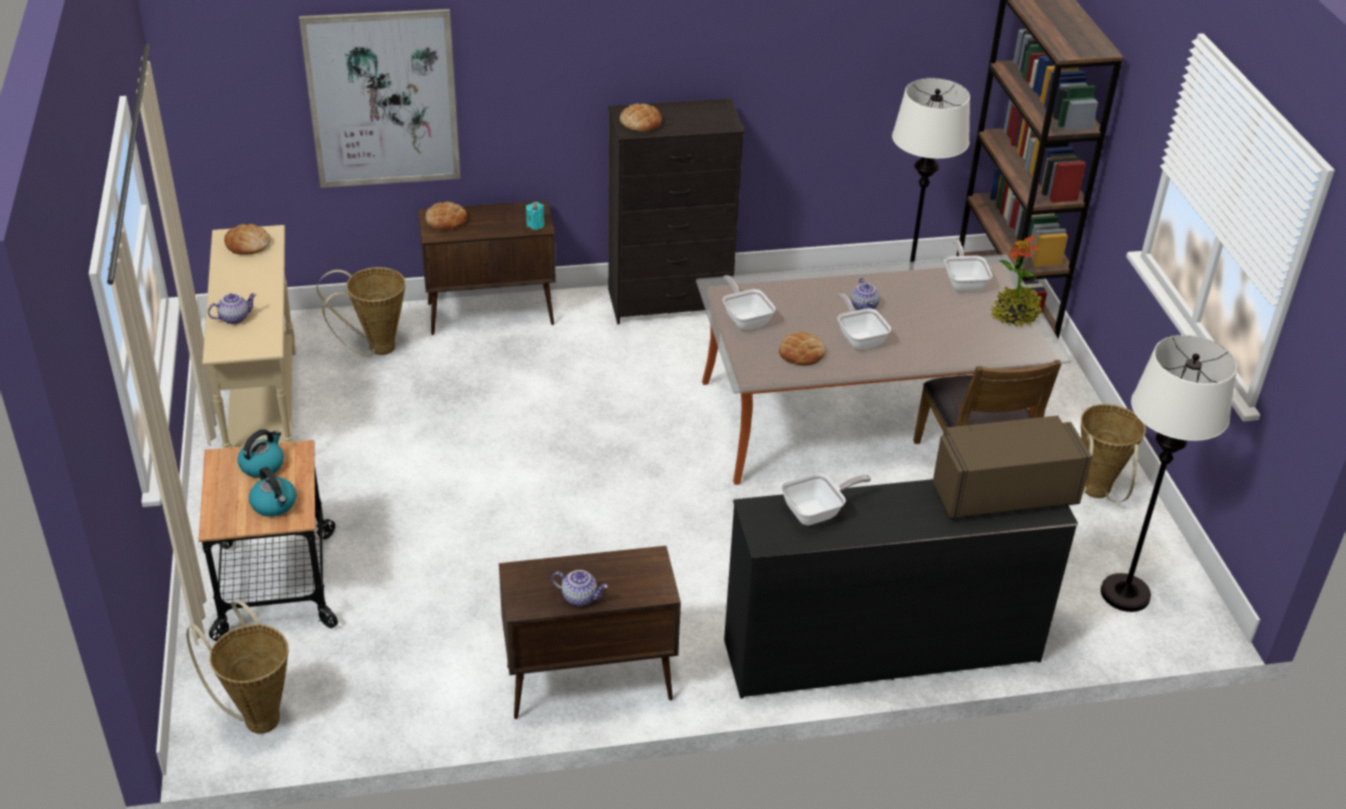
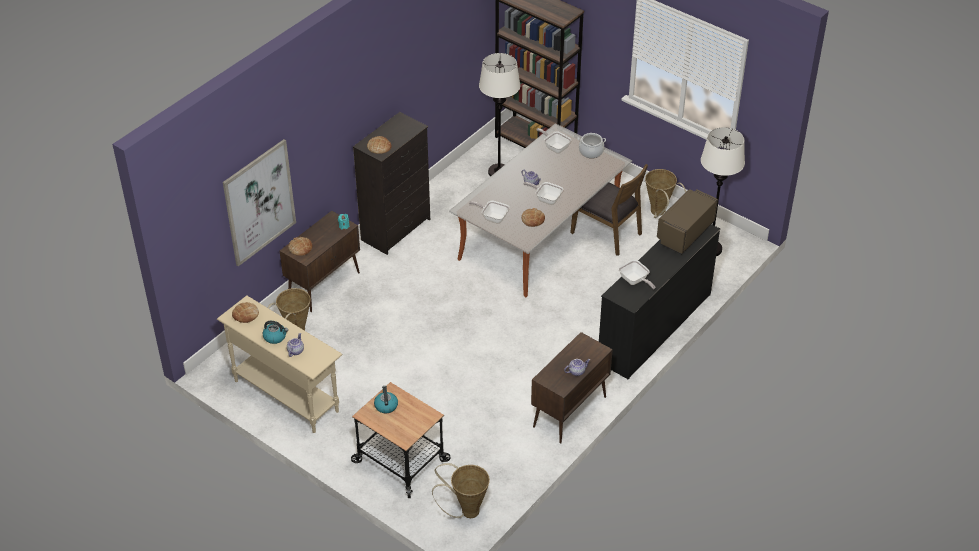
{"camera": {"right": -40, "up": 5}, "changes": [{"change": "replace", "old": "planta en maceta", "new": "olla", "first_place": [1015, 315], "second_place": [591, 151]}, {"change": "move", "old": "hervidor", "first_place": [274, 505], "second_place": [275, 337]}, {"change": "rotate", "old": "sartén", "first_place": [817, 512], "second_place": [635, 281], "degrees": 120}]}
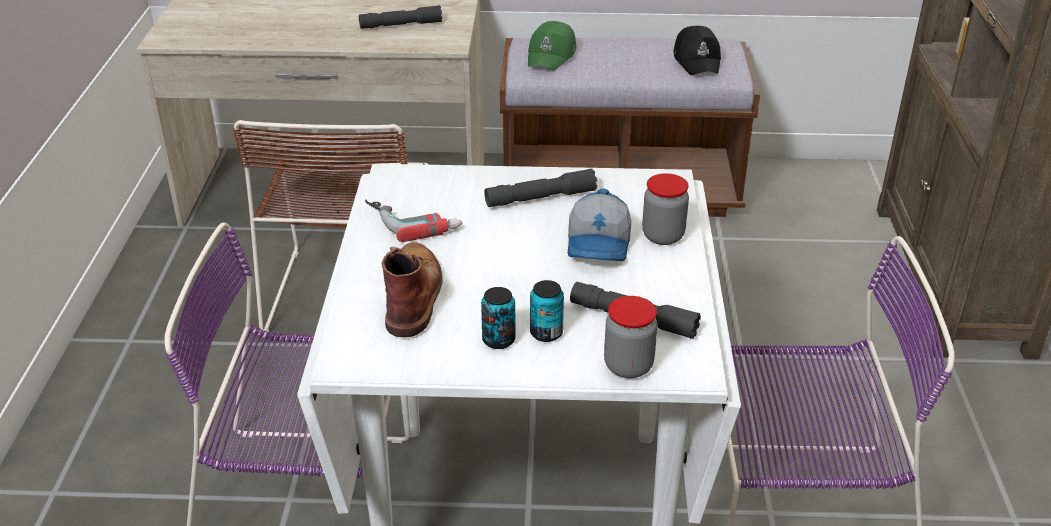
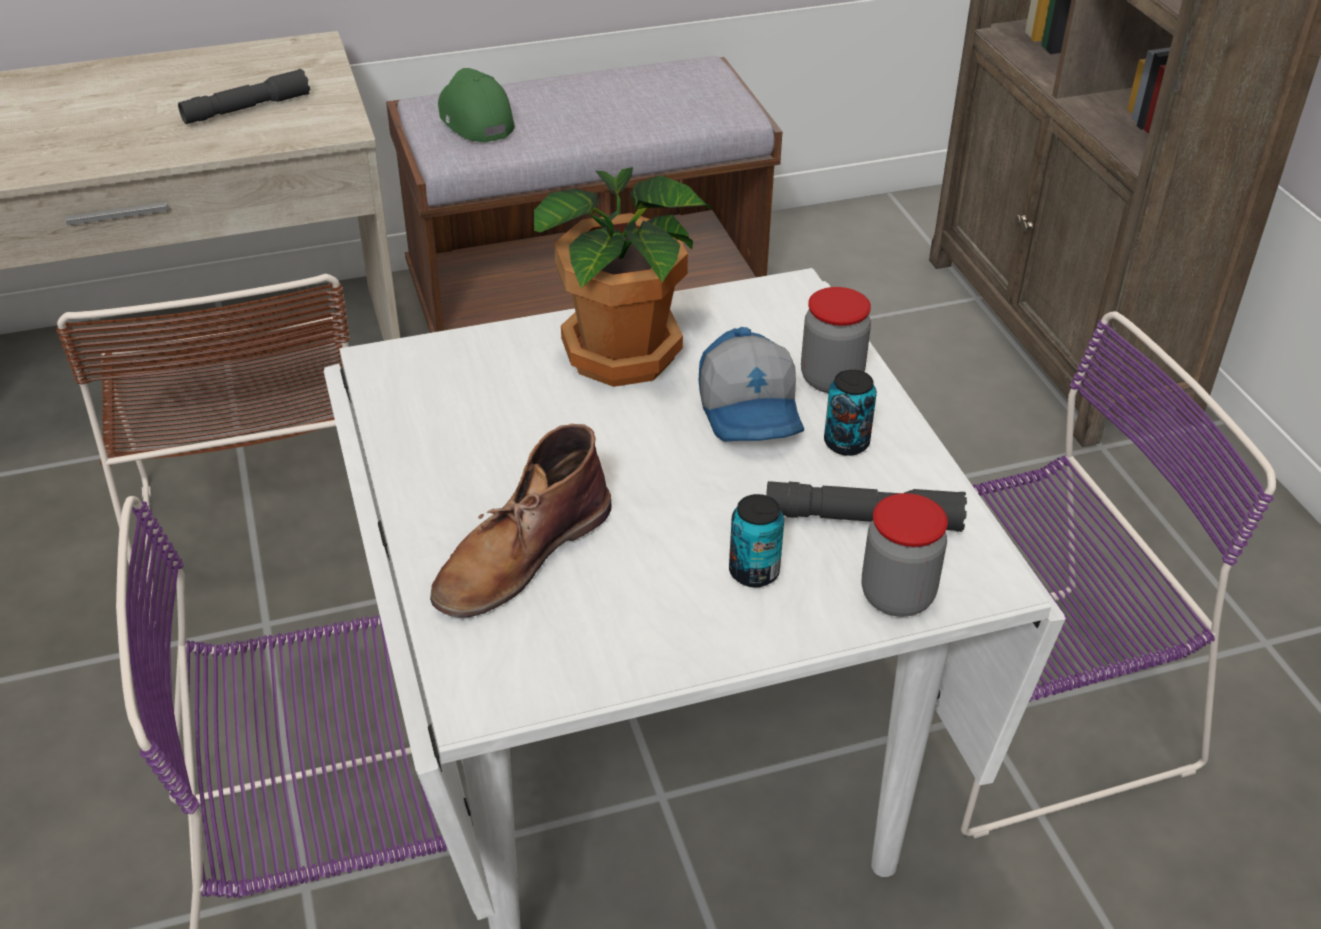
{"camera": {"right": -20, "up": 5}, "changes": [{"change": "rotate", "old": "gorra/verde", "first_place": [552, 55], "second_place": [473, 119], "degrees": 150}, {"change": "delete", "old": "gorra/negro", "first_place": [697, 60]}, {"change": "replace", "old": "linterna/gris", "new": "planta en maceta", "first_place": [540, 198], "second_place": [626, 355]}, {"change": "delete", "old": "taladro", "first_place": [414, 219]}, {"change": "rotate", "old": "bota/marrón", "first_place": [413, 293], "second_place": [520, 554], "degrees": -120}, {"change": "move", "old": "lata", "first_place": [498, 340], "second_place": [846, 443]}]}
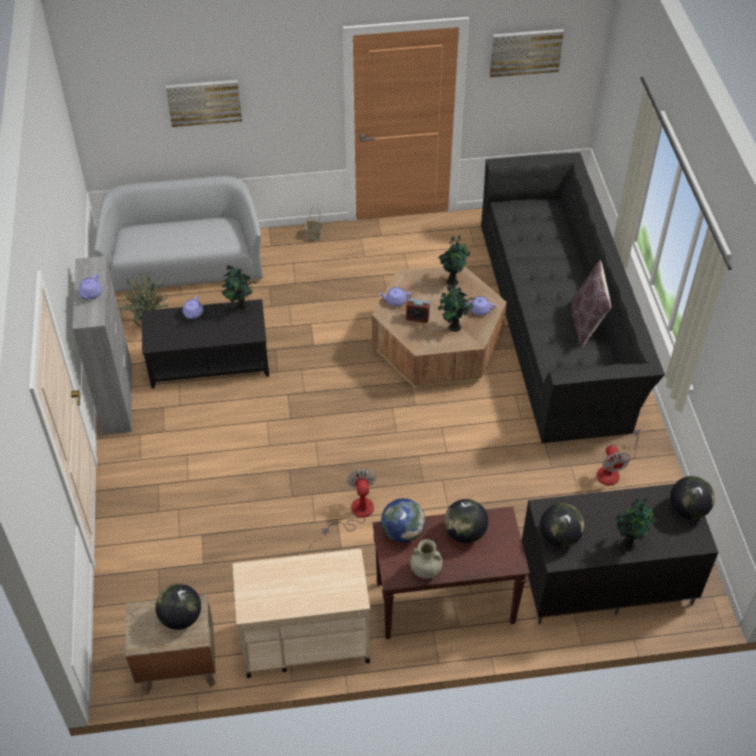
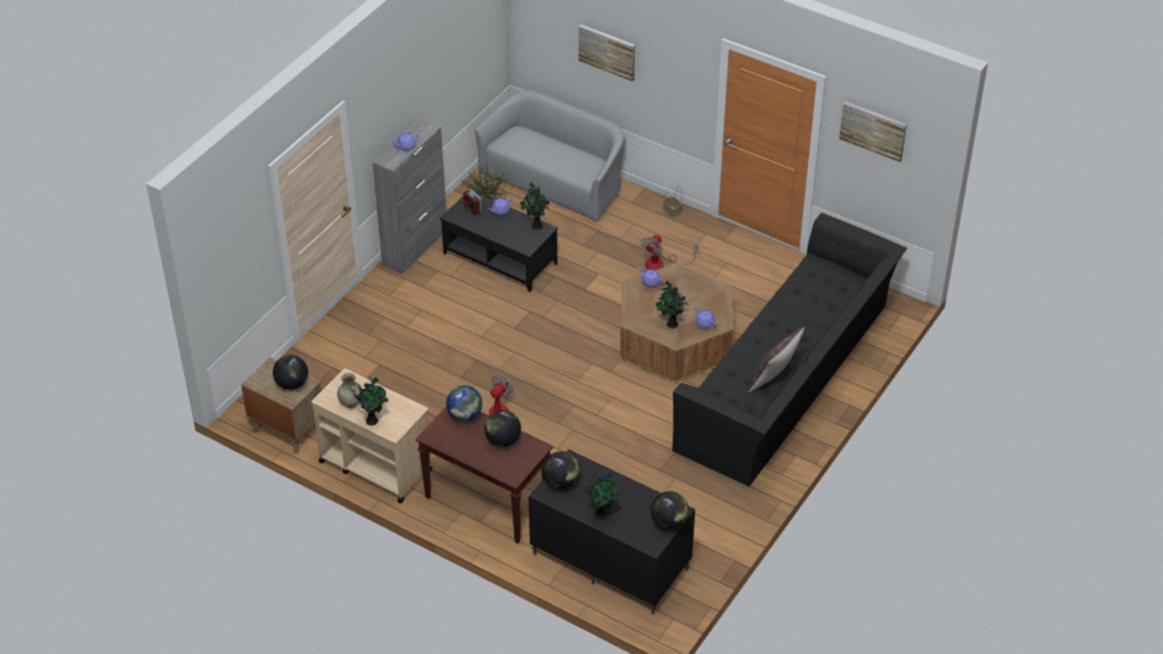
{"camera": {"right": 40, "up": -5}, "changes": [{"change": "move", "old": "planta en maceta", "first_place": [452, 281], "second_place": [373, 420]}, {"change": "move", "old": "despertador", "first_place": [417, 318], "second_place": [473, 209]}, {"change": "move", "old": "ventilador", "first_place": [612, 470], "second_place": [661, 263]}, {"change": "move", "old": "florero/beis", "first_place": [425, 570], "second_place": [351, 402]}]}
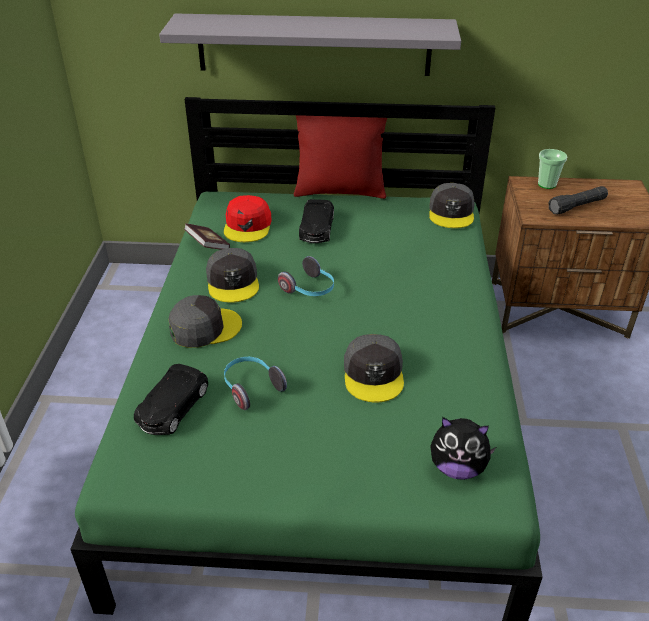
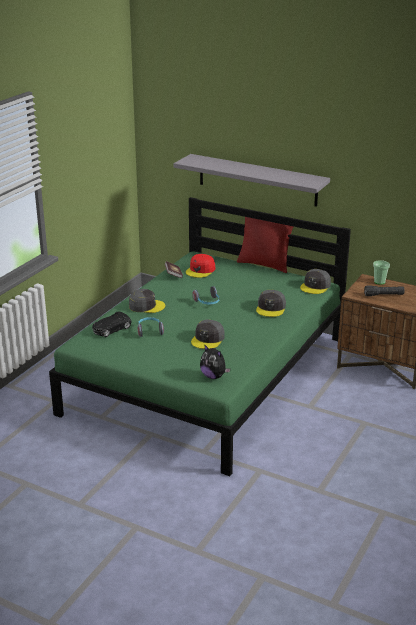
{"camera": {"right": 25, "up": -10}, "changes": [{"change": "delete", "old": "coche de juguete/negro", "first_place": [316, 229]}, {"change": "move", "old": "gorra/gris", "first_place": [233, 282], "second_place": [271, 308]}]}
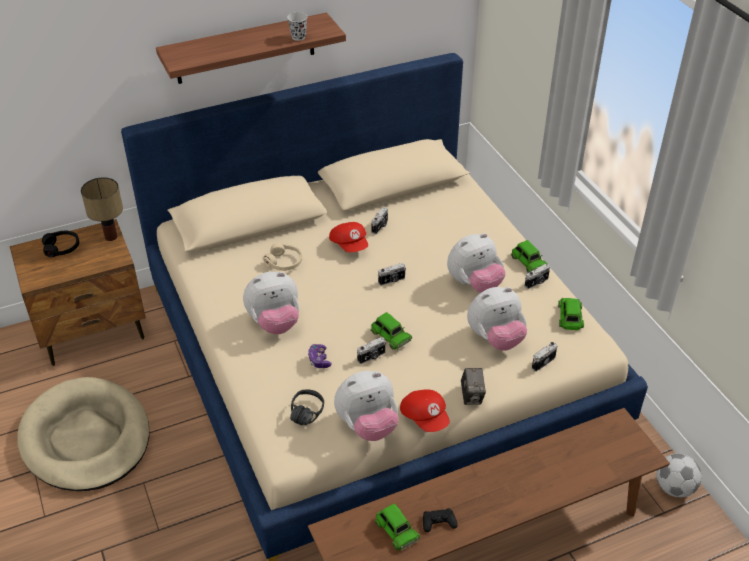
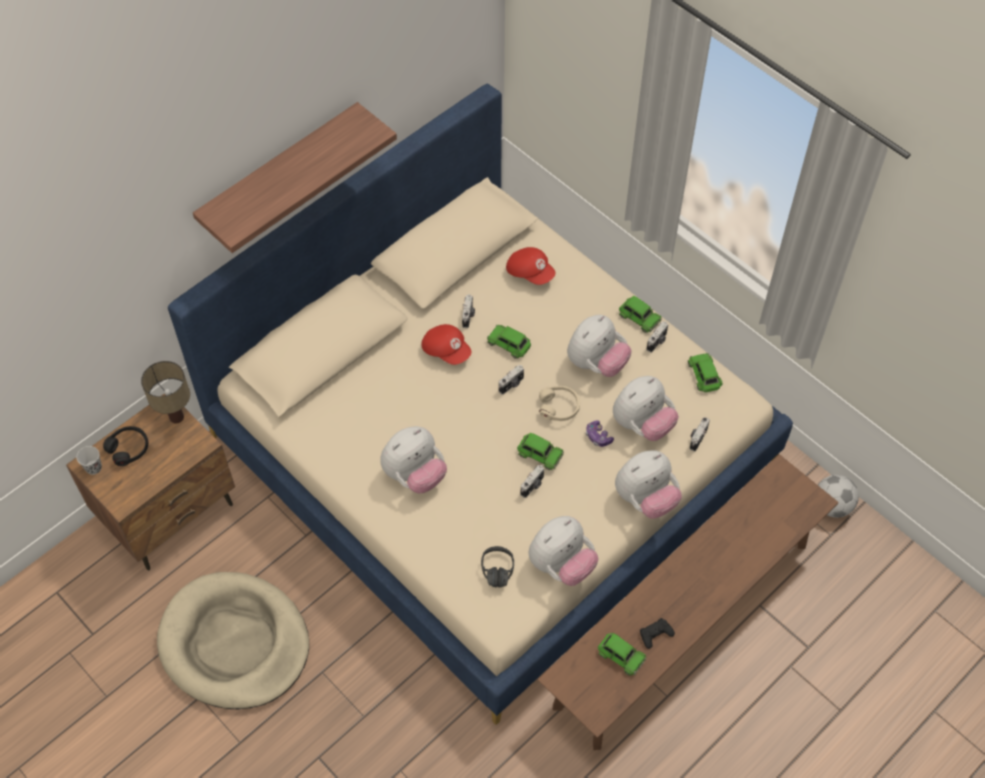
{"camera": {"right": -20, "up": 15}, "changes": [{"change": "move", "old": "taza/negro", "first_place": [298, 37], "second_place": [93, 468]}, {"change": "move", "old": "auriculares/beis", "first_place": [284, 262], "second_place": [559, 407]}, {"change": "move", "old": "mando de consola", "first_place": [319, 360], "second_place": [598, 437]}, {"change": "replace", "old": "cámara", "new": "peluche", "first_place": [472, 396], "second_place": [645, 498]}, {"change": "move", "old": "gorra/rojo", "first_place": [425, 417], "second_place": [530, 272]}, {"change": "insert", "new": "coche de juguete/verde", "second_place": [509, 343]}]}
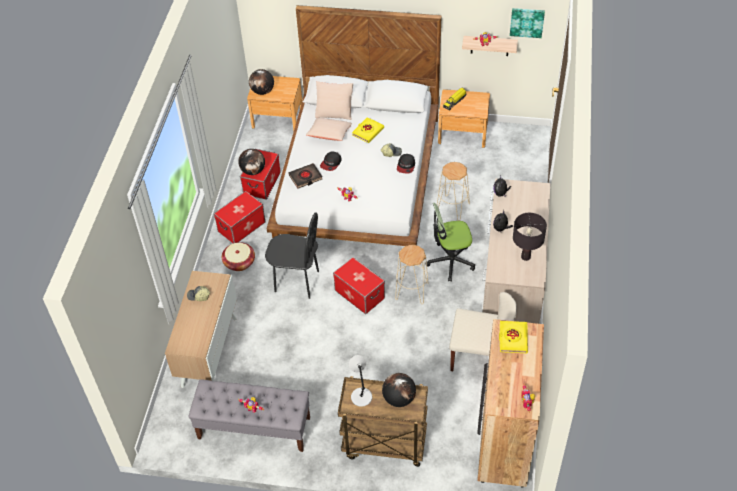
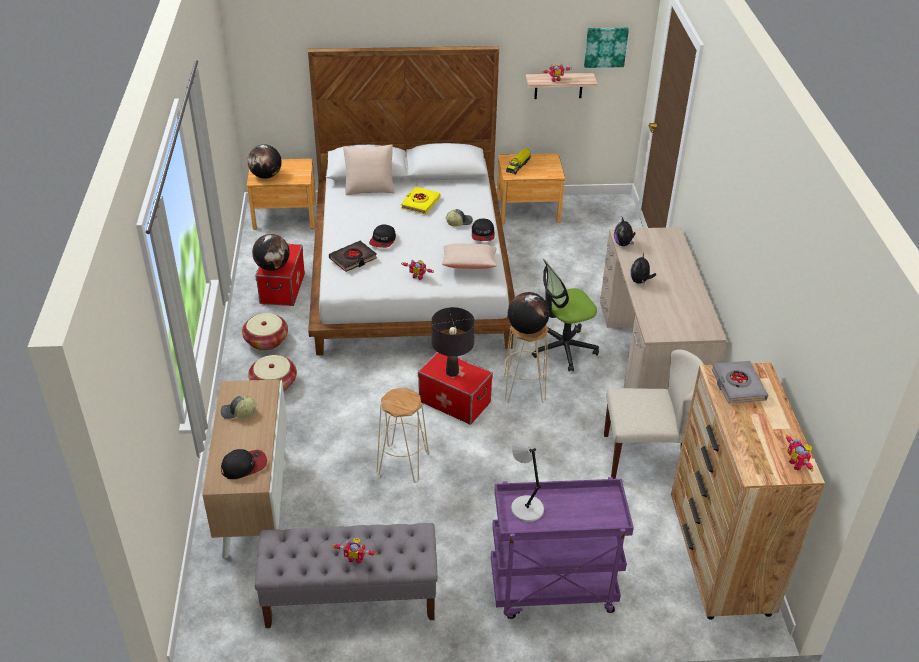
{"camera": {"right": -15, "up": -10}, "changes": [{"change": "move", "old": "cojín/beis", "first_place": [329, 134], "second_place": [469, 264]}, {"change": "move", "old": "taburete/beis", "first_place": [452, 208], "second_place": [402, 464]}, {"change": "replace", "old": "caja de almacenaje", "new": "cesta", "first_place": [241, 226], "second_place": [266, 341]}, {"change": "delete", "old": "silla/negro", "first_place": [296, 281]}, {"change": "move", "old": "lámpara de mesa/negro", "first_place": [525, 257], "second_place": [452, 372]}, {"change": "recolor", "old": "libro/amarillo", "new": "libro/gris", "first_place": [513, 338], "second_place": [738, 385]}, {"change": "move", "old": "globo terráqueo", "first_place": [398, 399], "second_place": [527, 329]}, {"change": "recolor", "old": "carrito/marrón", "new": "carrito/morado", "first_place": [383, 445], "second_place": [552, 591]}, {"change": "insert", "new": "gorra", "second_place": [244, 466]}]}
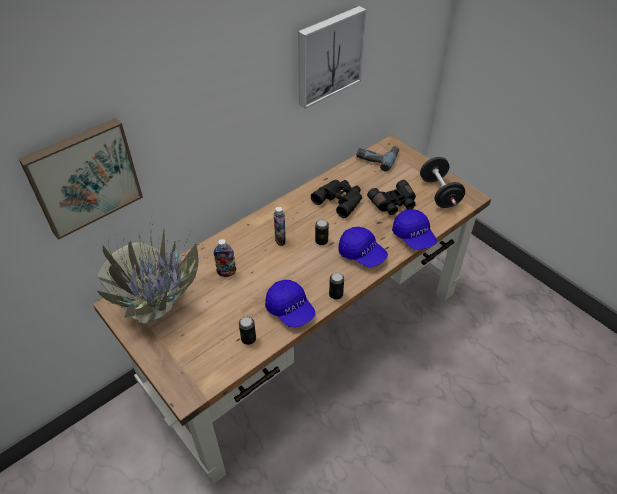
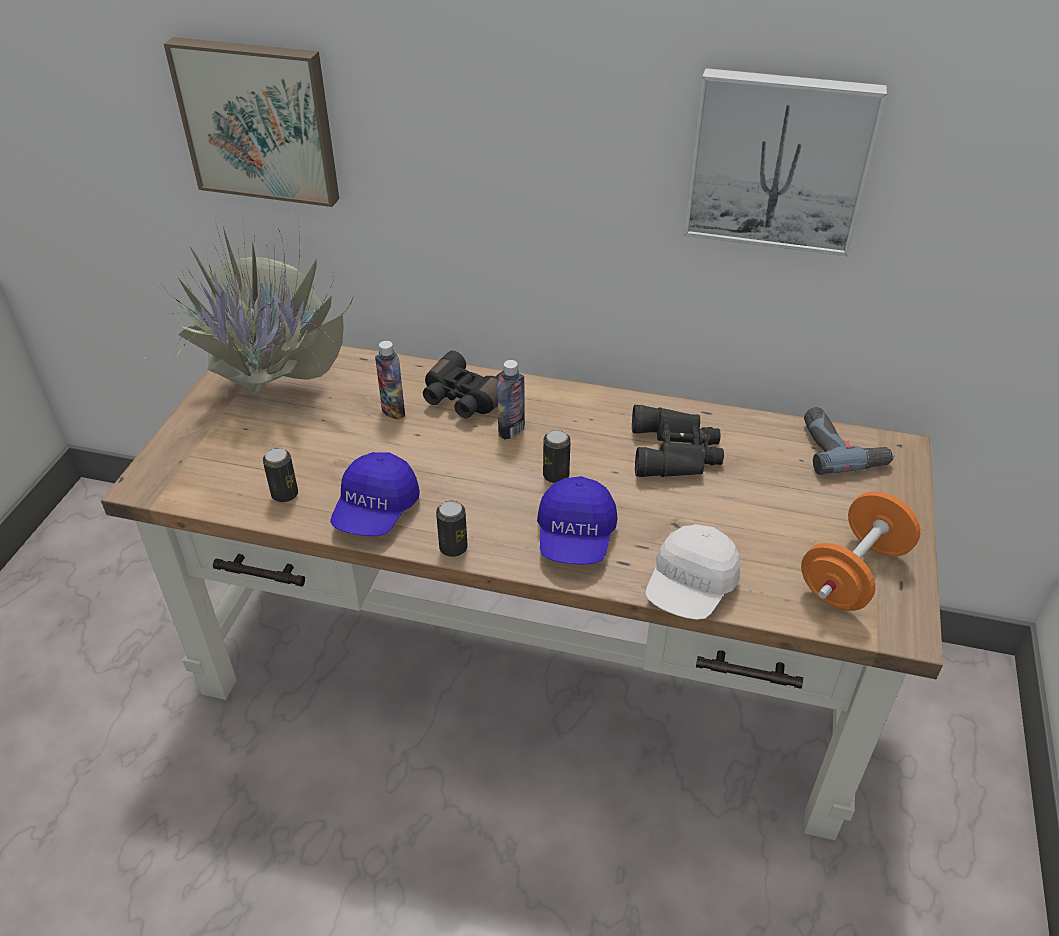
{"camera": {"right": 55, "up": -5}, "changes": [{"change": "recolor", "old": "mancuerna/negro", "new": "mancuerna/naranja", "first_place": [439, 193], "second_place": [853, 574]}, {"change": "move", "old": "prismáticos/negro", "first_place": [393, 204], "second_place": [464, 399]}, {"change": "recolor", "old": "gorra/azul", "new": "gorra/blanco", "first_place": [413, 237], "second_place": [690, 588]}]}
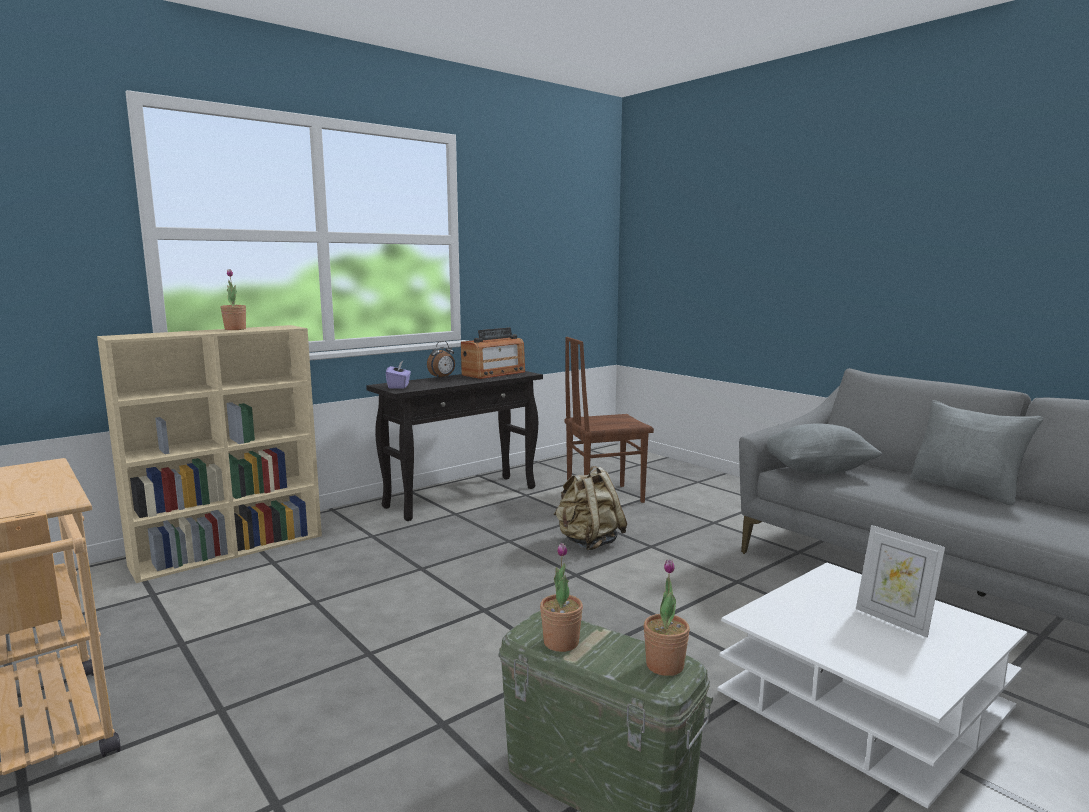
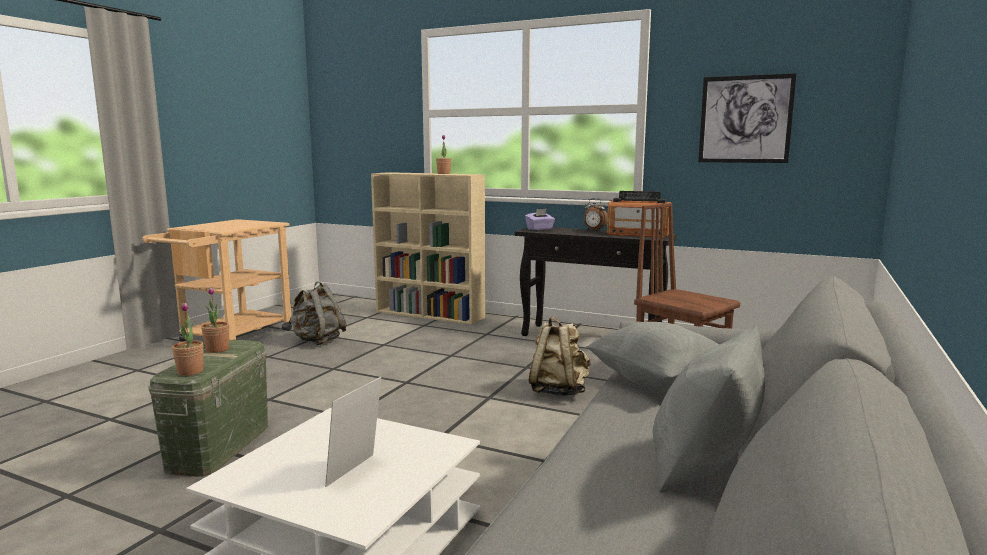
{"camera": {"right": 65, "up": 0}, "changes": [{"change": "insert", "new": "cuadro", "second_place": [745, 119]}, {"change": "insert", "new": "mochila/gris", "second_place": [318, 341]}]}
